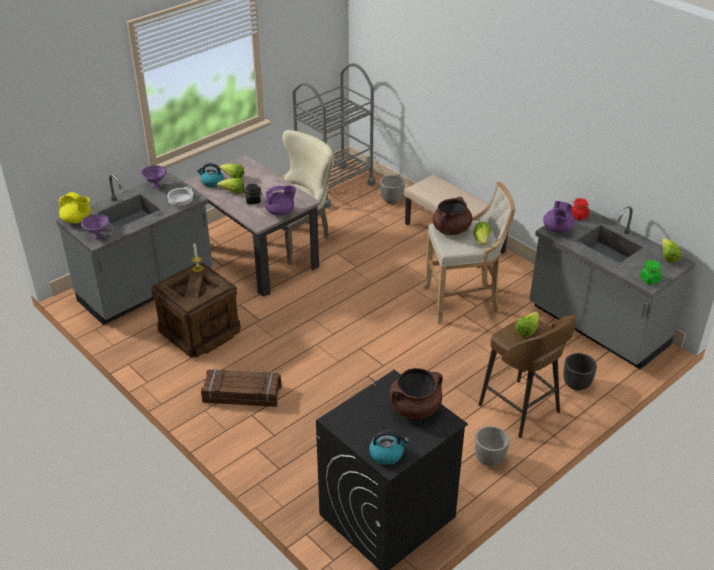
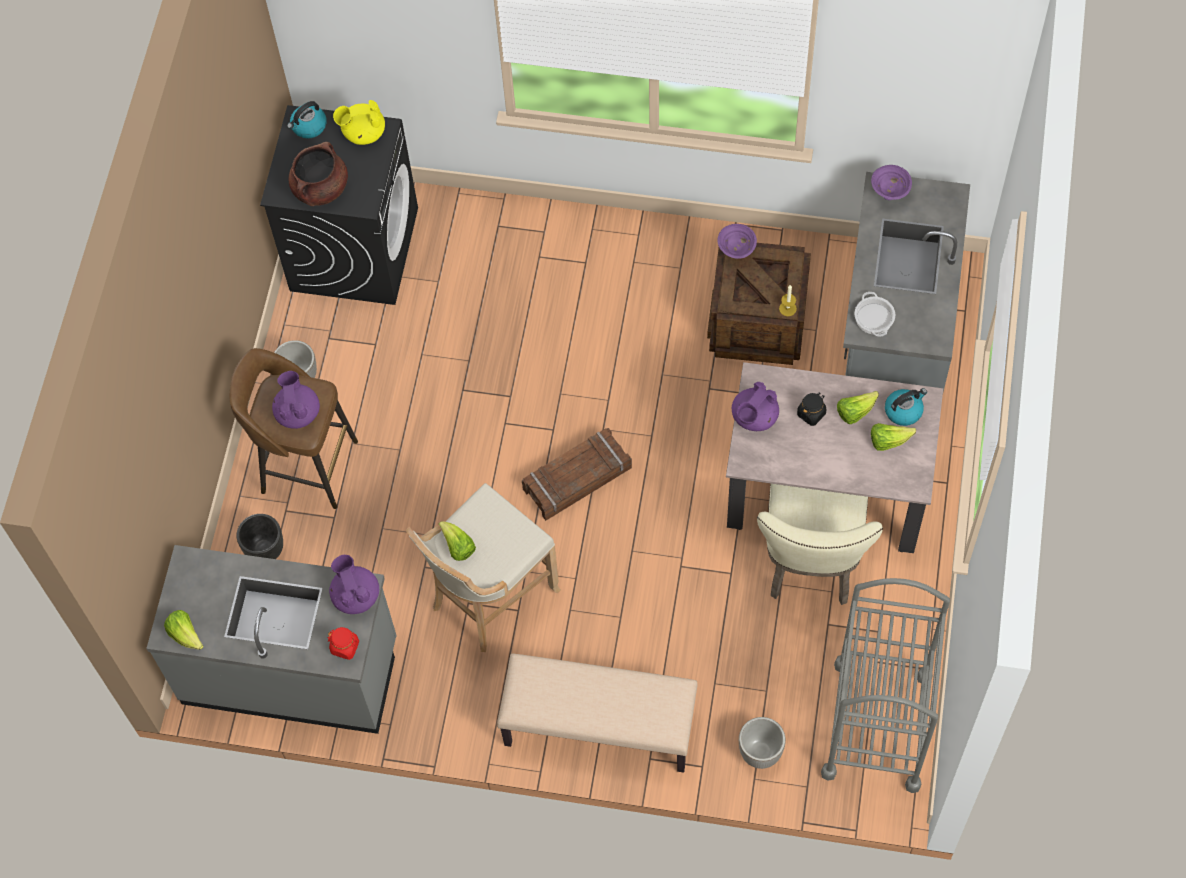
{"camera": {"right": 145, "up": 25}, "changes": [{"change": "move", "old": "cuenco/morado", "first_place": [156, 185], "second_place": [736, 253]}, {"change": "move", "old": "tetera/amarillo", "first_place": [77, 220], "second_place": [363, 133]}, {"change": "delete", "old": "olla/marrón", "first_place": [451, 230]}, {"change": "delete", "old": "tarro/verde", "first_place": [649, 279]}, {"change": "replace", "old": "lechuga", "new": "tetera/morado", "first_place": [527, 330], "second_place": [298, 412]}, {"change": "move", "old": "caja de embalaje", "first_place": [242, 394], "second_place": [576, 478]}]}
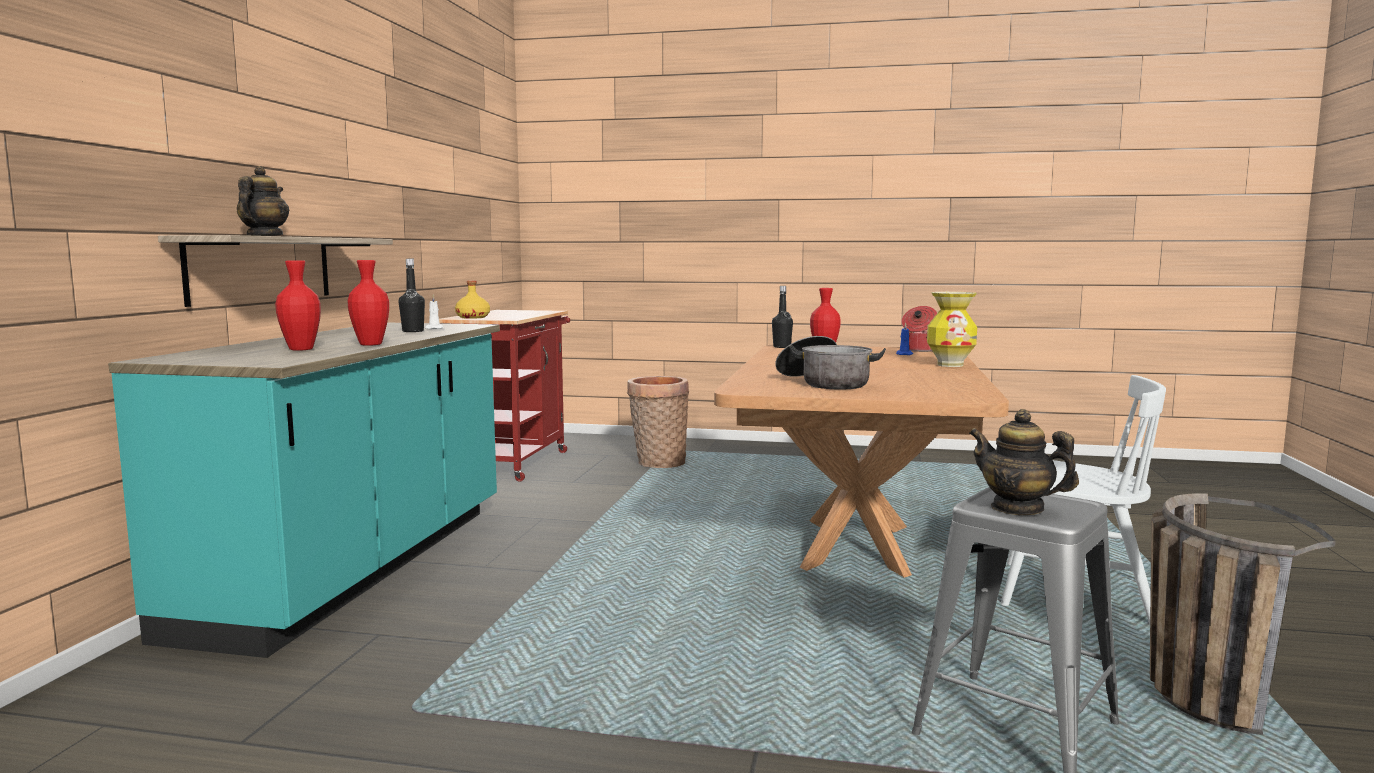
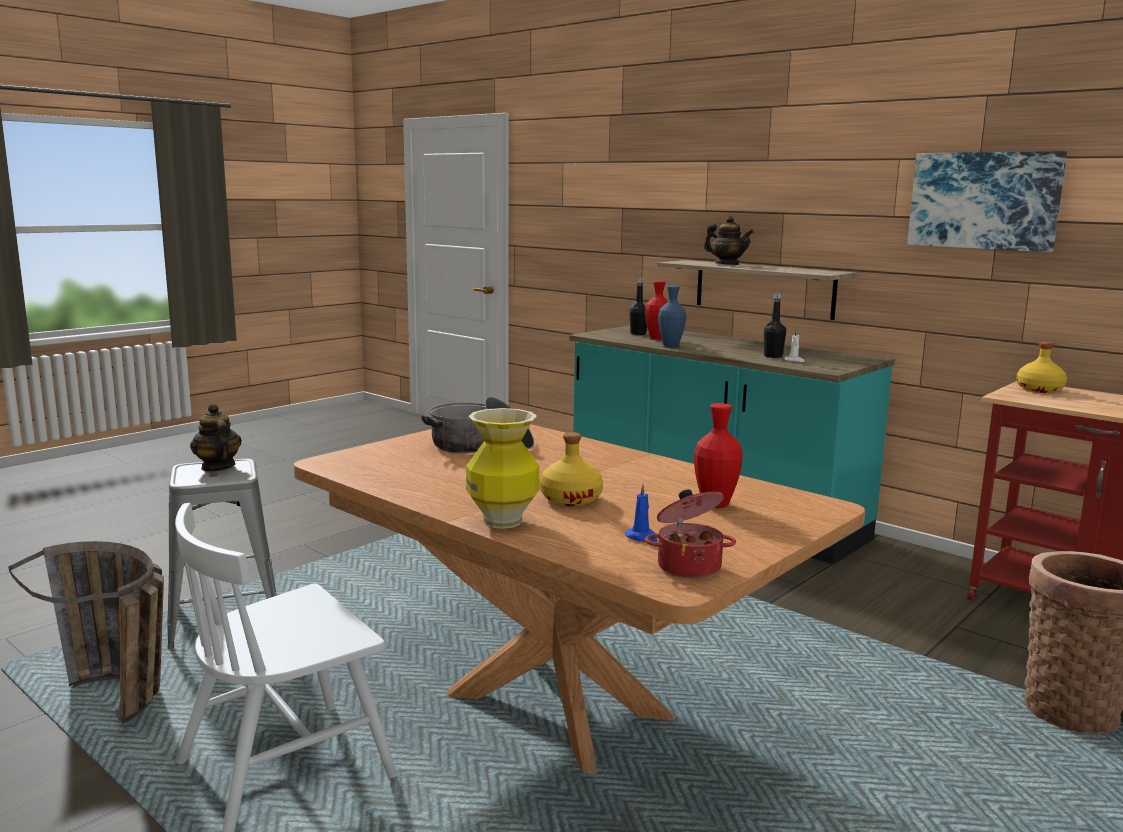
{"camera": {"right": 120, "up": 5}, "changes": [{"change": "recolor", "old": "florero/rojo", "new": "florero/azul", "first_place": [370, 344], "second_place": [670, 346]}, {"change": "move", "old": "botella/negro", "first_place": [782, 347], "second_place": [638, 334]}, {"change": "rotate", "old": "tetera", "first_place": [1017, 508], "second_place": [217, 467], "degrees": -105}, {"change": "insert", "new": "cuadro", "second_place": [984, 200]}, {"change": "insert", "new": "botella/amarillo", "second_place": [570, 499]}]}
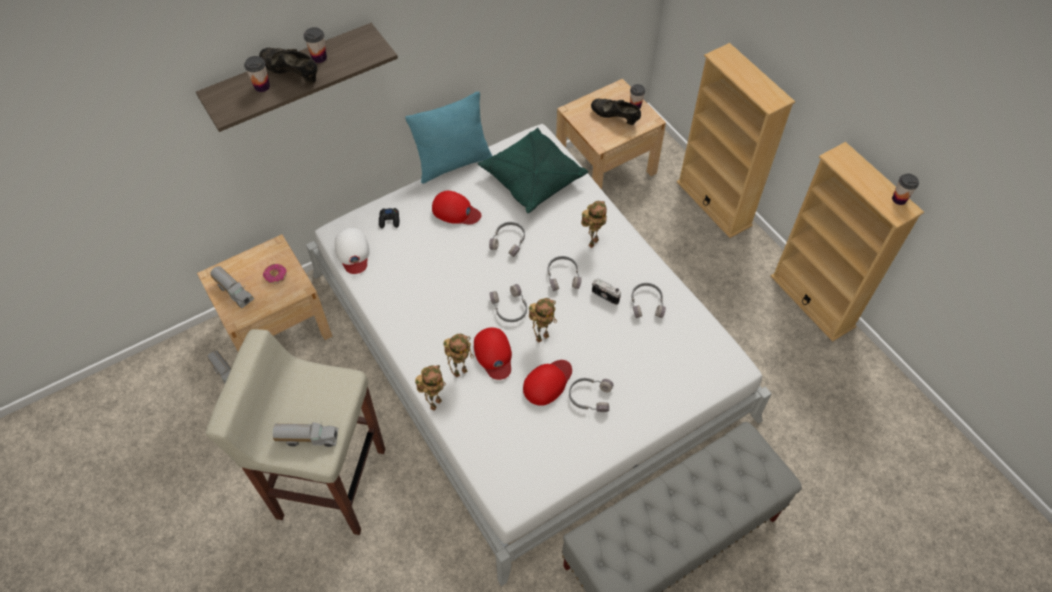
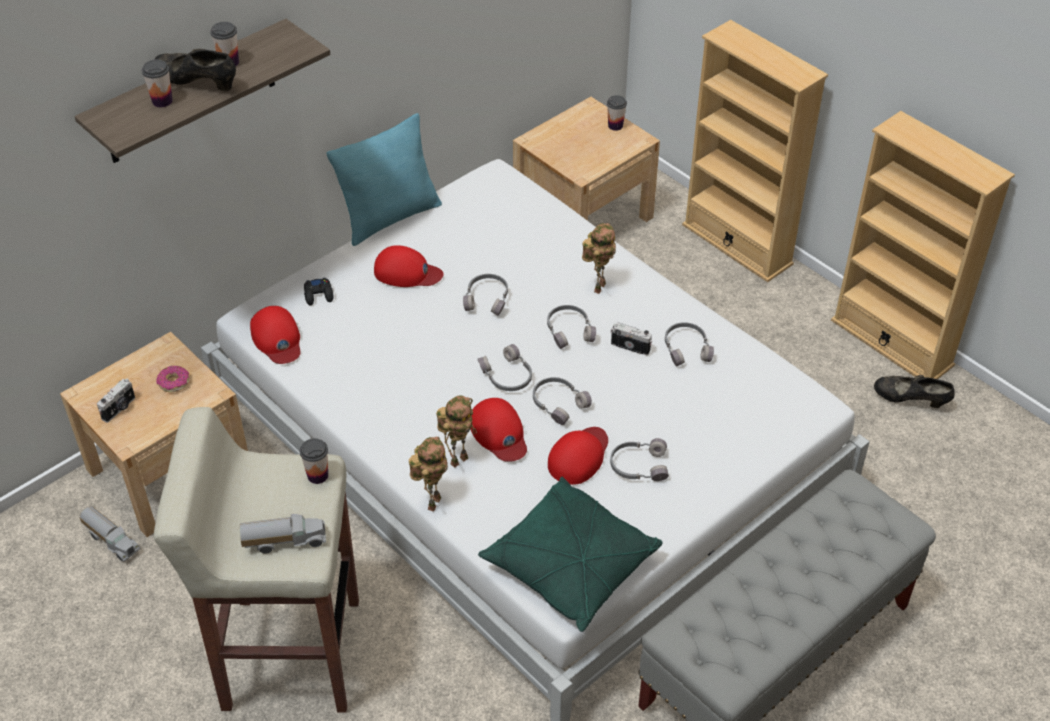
{"camera": {"right": -10, "up": -10}, "changes": [{"change": "move", "old": "zapato/negro", "first_place": [615, 118], "second_place": [910, 401]}, {"change": "move", "old": "cojín/verde", "first_place": [532, 179], "second_place": [570, 565]}, {"change": "move", "old": "taza", "first_place": [899, 199], "second_place": [317, 475]}, {"change": "recolor", "old": "gorra/blanco", "new": "gorra/rojo", "first_place": [353, 252], "second_place": [277, 339]}, {"change": "replace", "old": "camión de juguete", "new": "cámara", "first_place": [234, 291], "second_place": [119, 409]}, {"change": "replace", "old": "robot de juguete", "new": "auriculares/gris", "first_place": [542, 336], "second_place": [558, 403]}]}
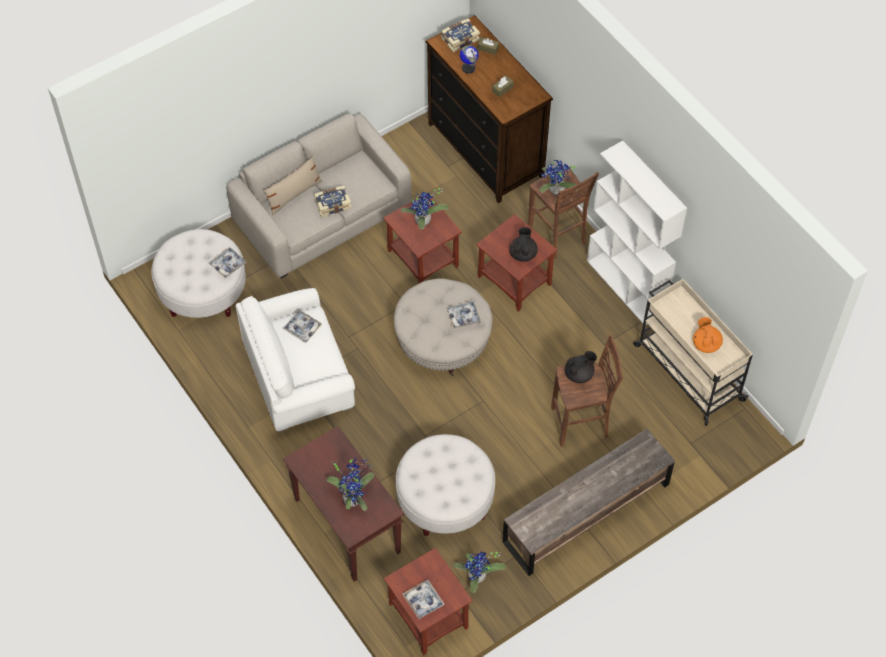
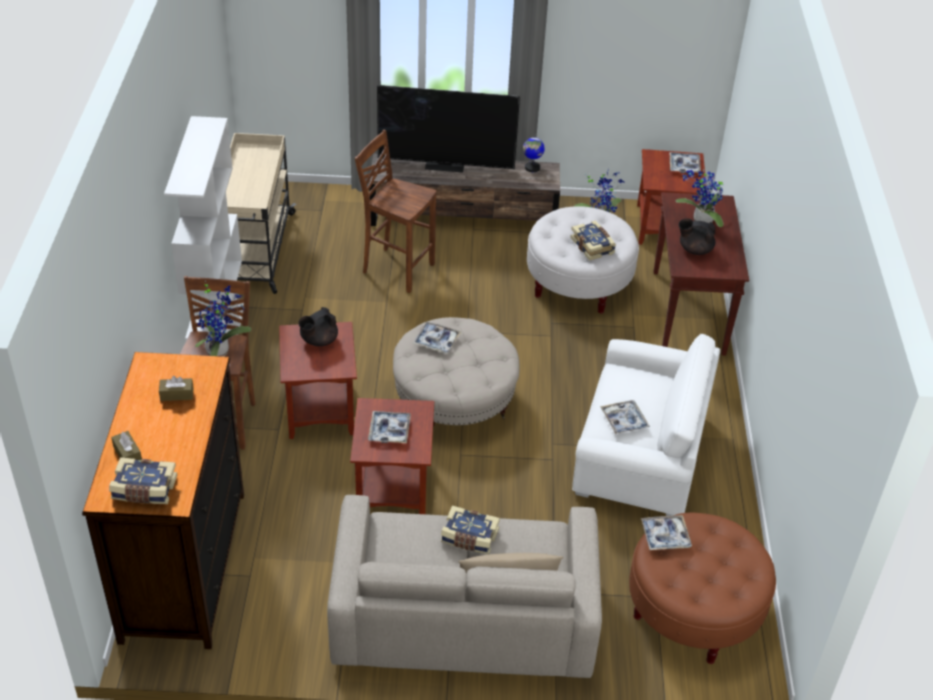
{"camera": {"right": -145, "up": -15}, "changes": [{"change": "move", "old": "globo terráqueo", "first_place": [468, 68], "second_place": [532, 168]}, {"change": "replace", "old": "planta en maceta", "new": "bandeja", "first_place": [423, 222], "second_place": [389, 431]}, {"change": "recolor", "old": "puf/blanco", "new": "puf/marrón", "first_place": [203, 292], "second_place": [693, 611]}, {"change": "delete", "old": "tetera/naranja", "first_place": [706, 344]}, {"change": "move", "old": "tetera/negro", "first_place": [579, 374], "second_place": [694, 249]}, {"change": "insert", "new": "televisor", "second_place": [445, 164]}, {"change": "insert", "new": "libro", "second_place": [593, 246]}]}
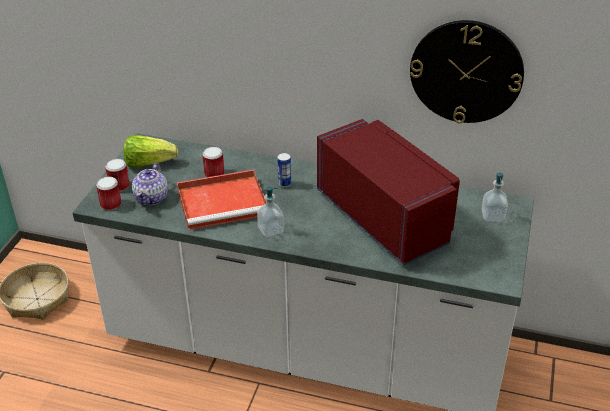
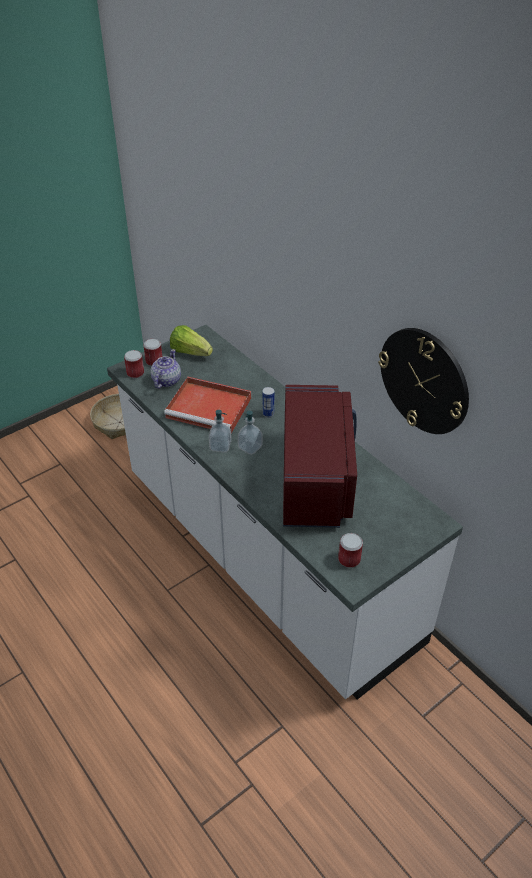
{"camera": {"right": 35, "up": 5}, "changes": [{"change": "move", "old": "lata", "first_place": [214, 173], "second_place": [349, 559]}, {"change": "rotate", "old": "tetera", "first_place": [152, 198], "second_place": [166, 381], "degrees": 150}, {"change": "move", "old": "dispensador de jabón", "first_place": [492, 216], "second_place": [250, 447]}]}
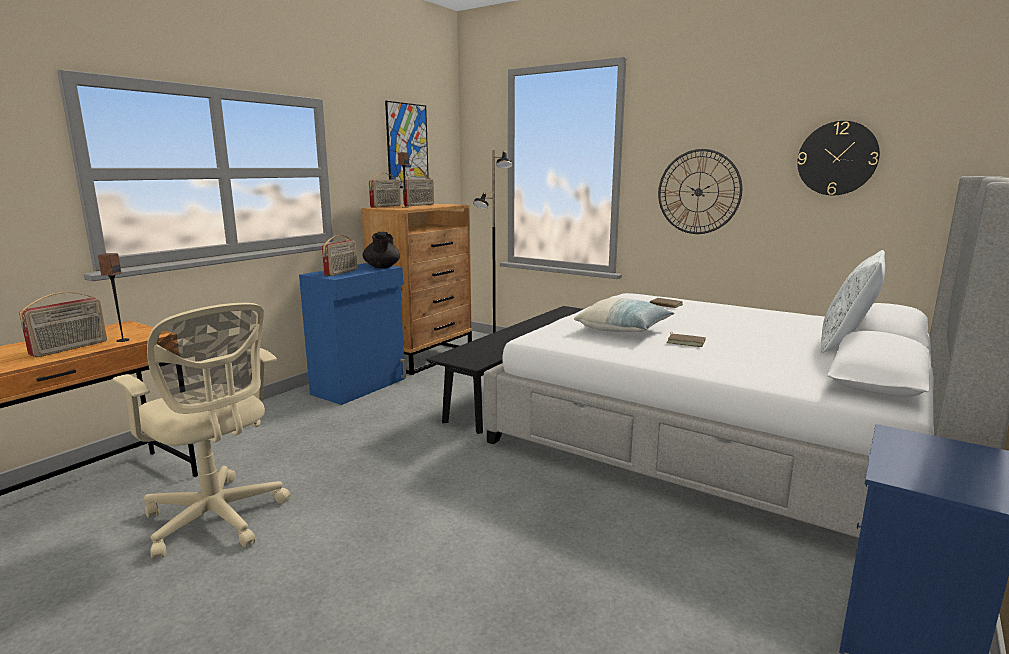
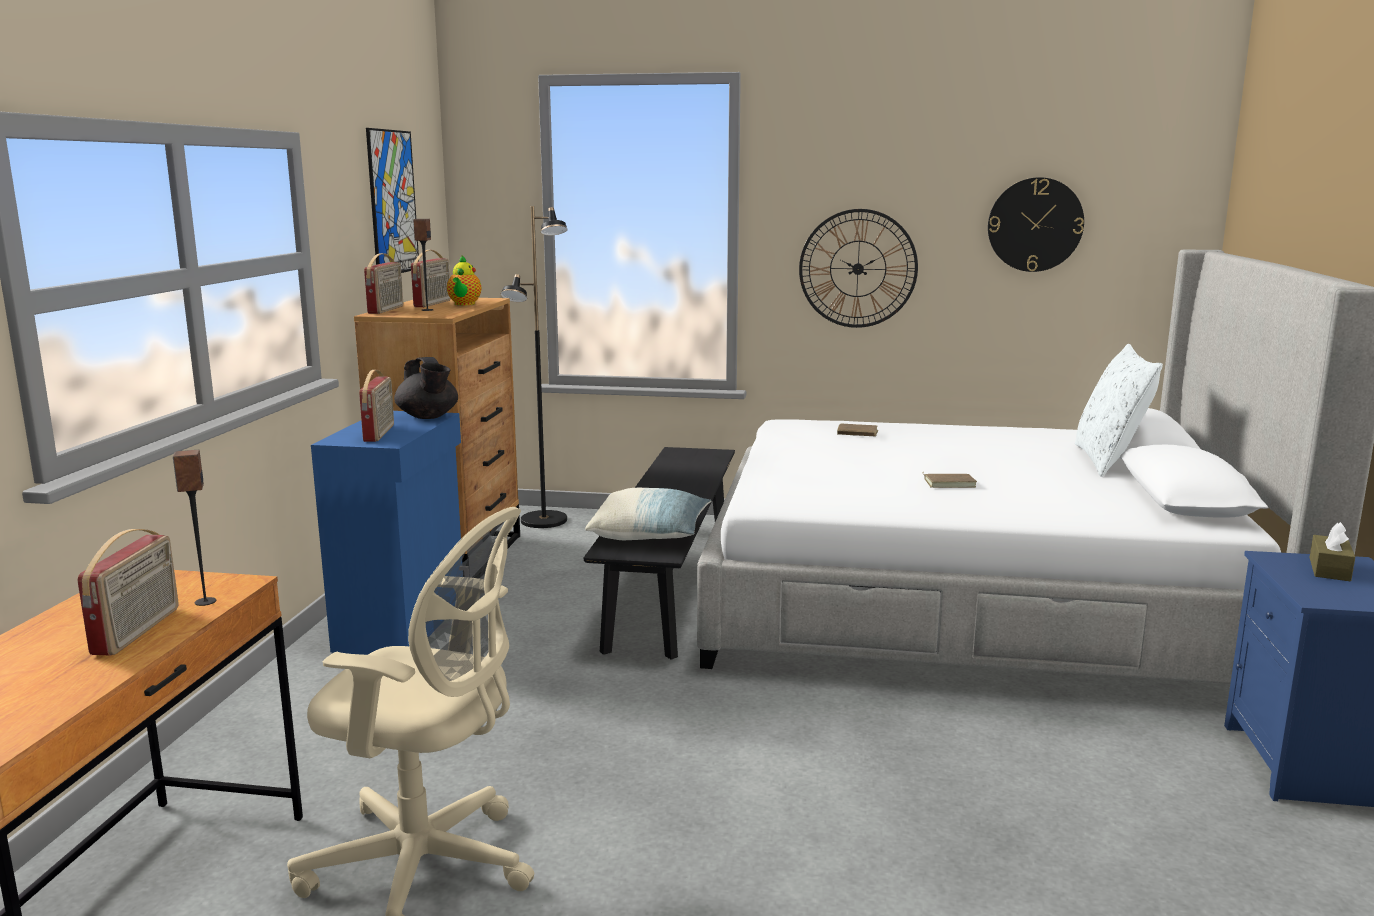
{"camera": {"right": -25, "up": 0}, "changes": [{"change": "move", "old": "cojín", "first_place": [623, 330], "second_place": [650, 534]}, {"change": "insert", "new": "tetera", "second_place": [464, 304]}, {"change": "insert", "new": "caja de pañuelos/marrón", "second_place": [1329, 569]}]}
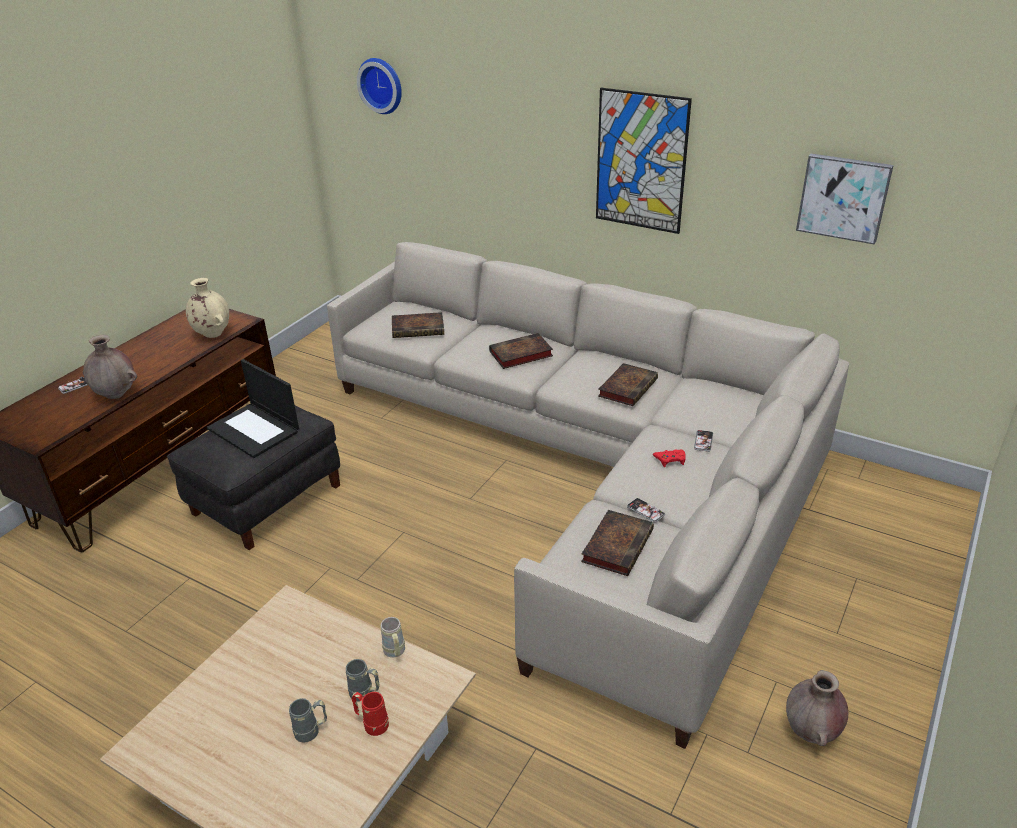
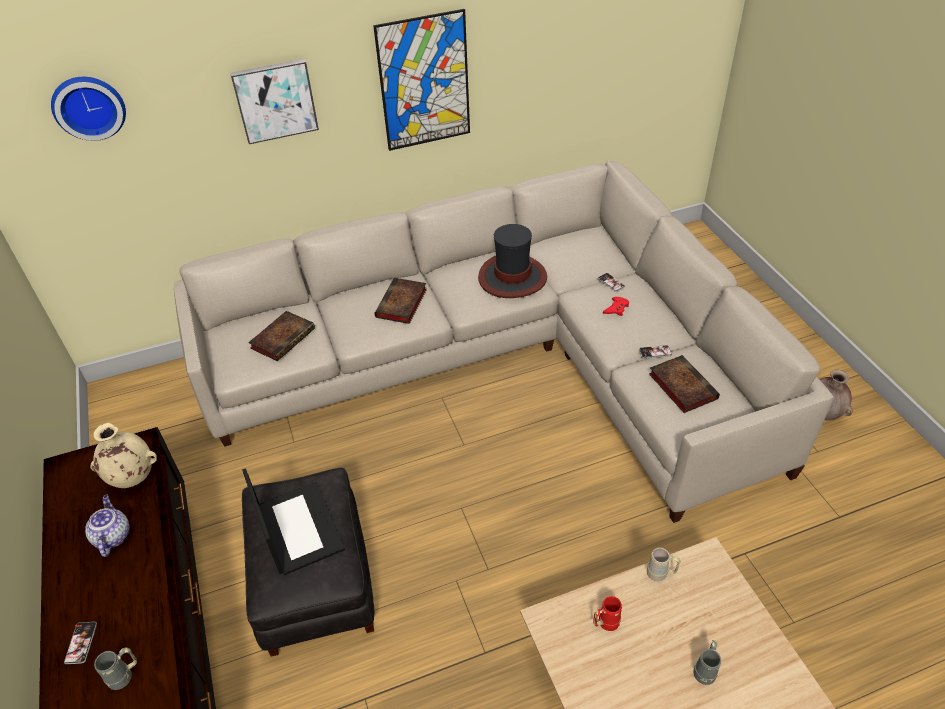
{"camera": {"right": -50, "up": 10}, "changes": [{"change": "move", "old": "cuadro", "first_place": [843, 197], "second_place": [275, 100]}, {"change": "delete", "old": "florero/marrón", "first_place": [117, 395]}, {"change": "rotate", "old": "portátil", "first_place": [255, 430], "second_place": [298, 527], "degrees": -105}, {"change": "replace", "old": "libro", "new": "sombrero", "first_place": [628, 387], "second_place": [512, 277]}, {"change": "move", "old": "taza grande/gris", "first_place": [365, 693], "second_place": [125, 675]}, {"change": "move", "old": "taza grande/rojo", "first_place": [372, 724], "second_place": [605, 623]}, {"change": "insert", "new": "tetera", "second_place": [112, 536]}]}
